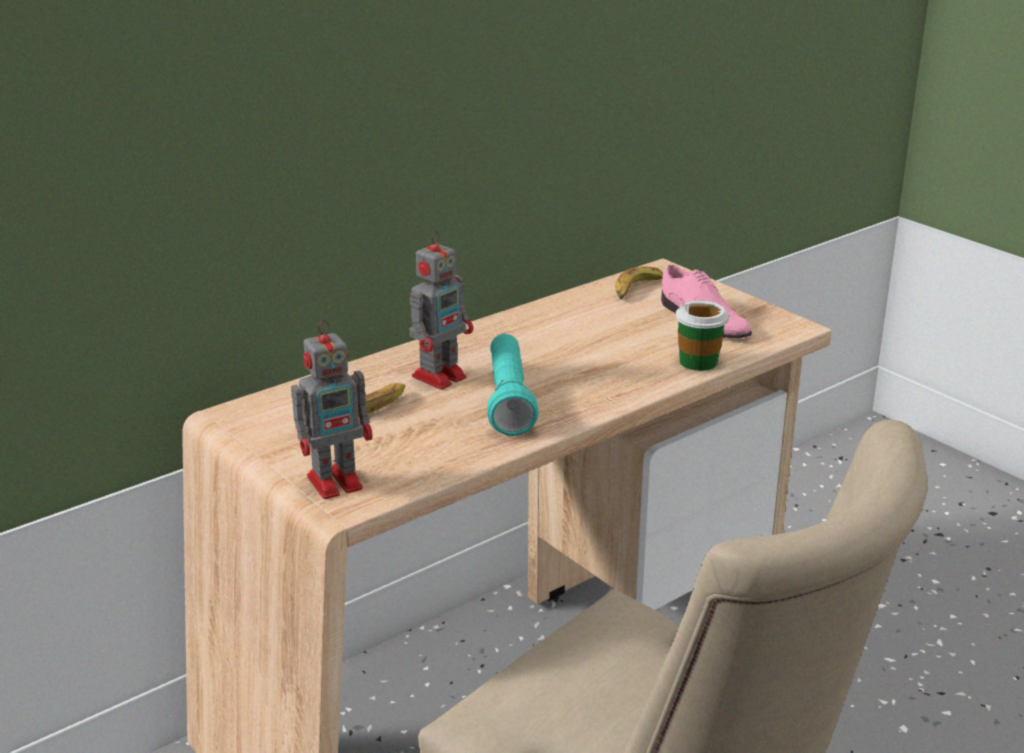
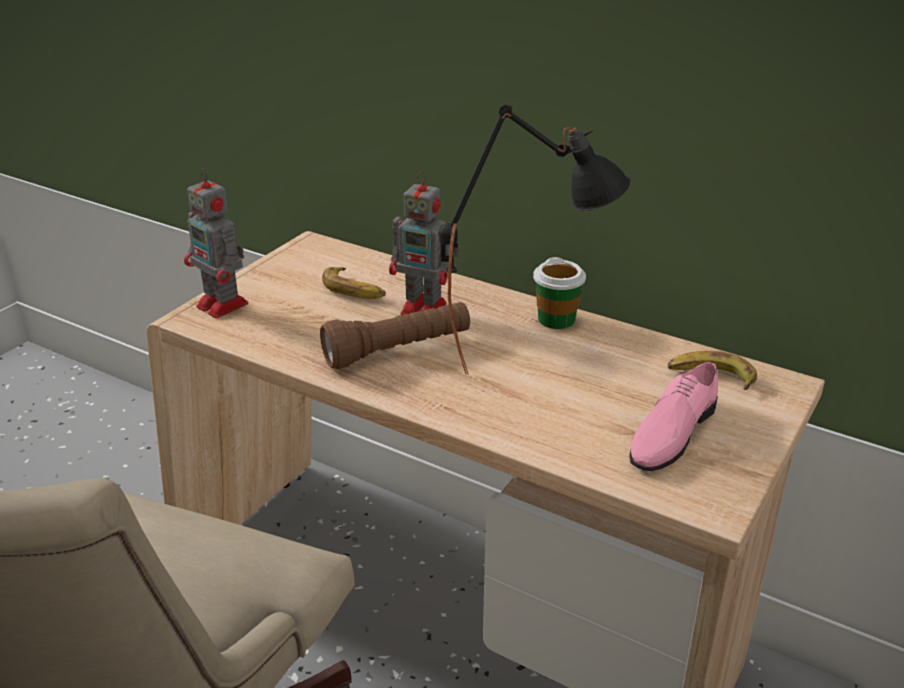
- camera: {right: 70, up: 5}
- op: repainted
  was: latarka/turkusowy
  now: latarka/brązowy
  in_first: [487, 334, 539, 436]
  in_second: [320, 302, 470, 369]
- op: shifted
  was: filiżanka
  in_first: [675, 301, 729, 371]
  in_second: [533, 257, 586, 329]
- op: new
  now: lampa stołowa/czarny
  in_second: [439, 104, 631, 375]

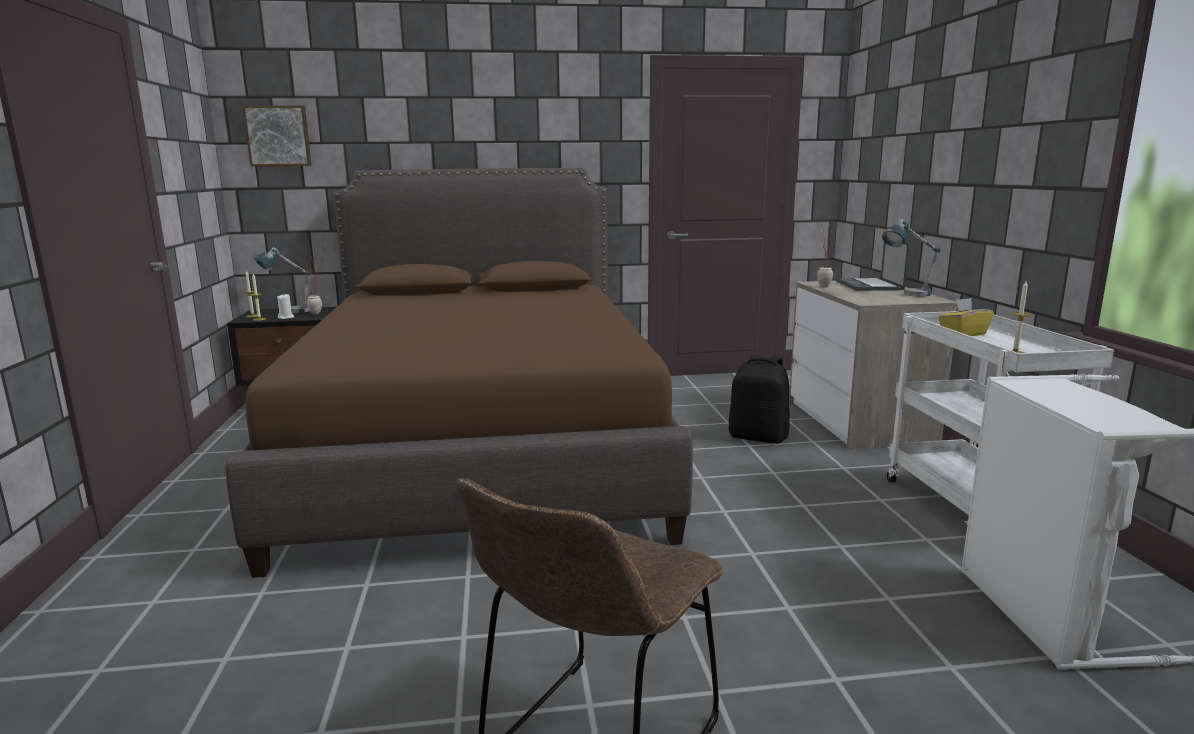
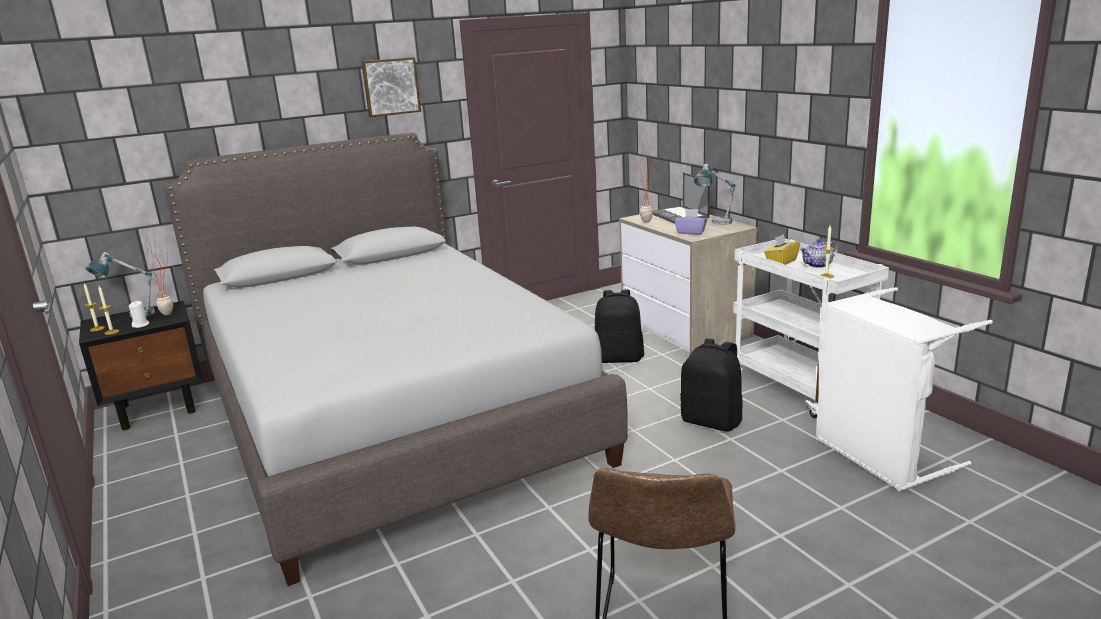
- camera: {right: -20, up: 5}
- op: repainted
  was: łóżko/brązowy
  now: łóżko/szary
  in_first: [225, 168, 693, 578]
  in_second: [164, 133, 628, 586]
- op: shifted
  was: obraz
  in_first: [242, 106, 311, 166]
  in_second: [361, 57, 421, 117]
- op: new
  now: pudełko chusteczek/fioletowy
  in_second: [674, 209, 707, 235]
- op: new
  now: plecak/czarny
  in_second: [680, 338, 743, 431]
- op: new
  now: imbryk
  in_second: [800, 239, 838, 268]

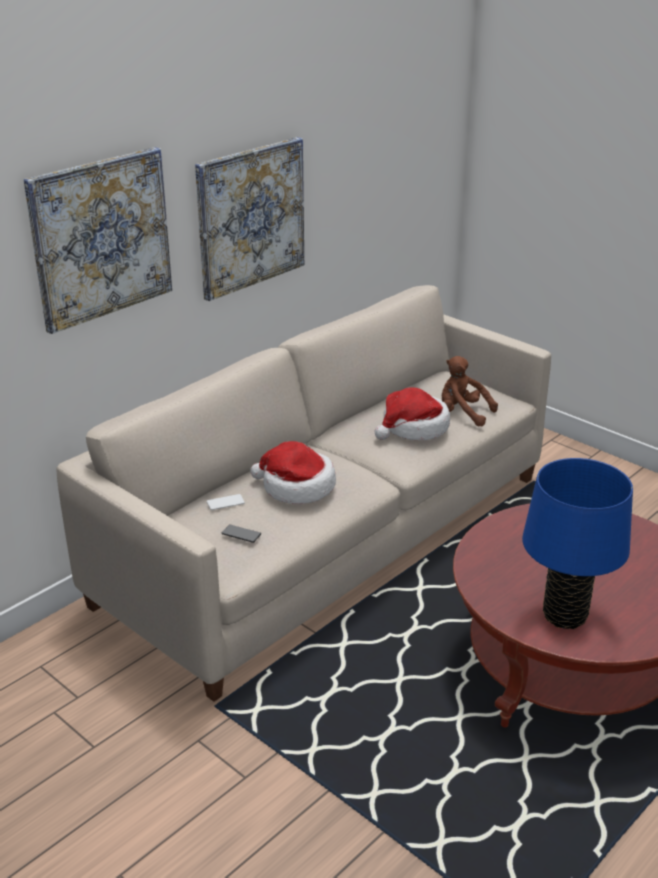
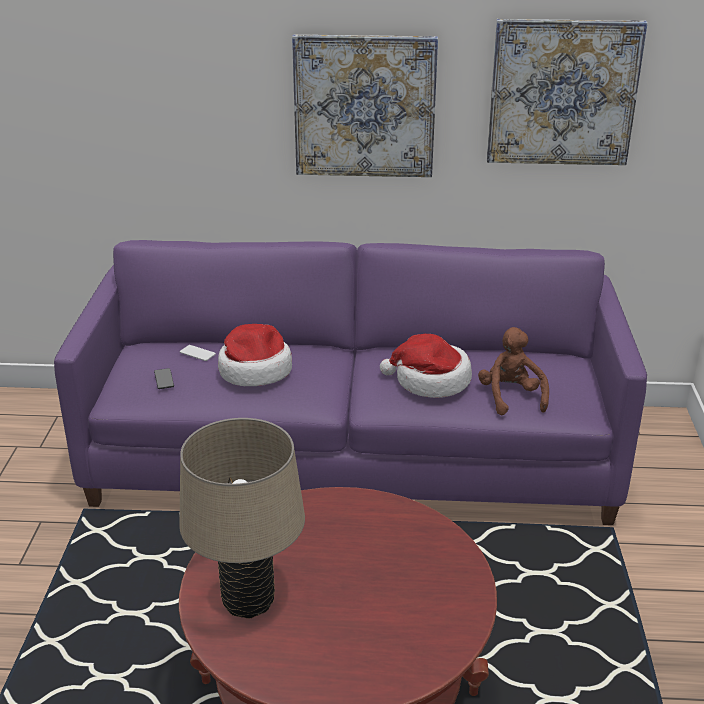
- camera: {right: 50, up: 0}
- op: shifted
  was: obraz
  in_first: [24, 147, 172, 334]
  in_second: [487, 19, 647, 165]
- op: repainted
  was: kanapa/beżowy
  now: kanapa/fioletowy
  in_first: [56, 285, 551, 702]
  in_second: [54, 240, 647, 525]
- op: repainted
  was: lampa stołowa/niebieski
  now: lampa stołowa/beżowy
  in_first: [522, 458, 633, 629]
  in_second: [179, 418, 305, 619]

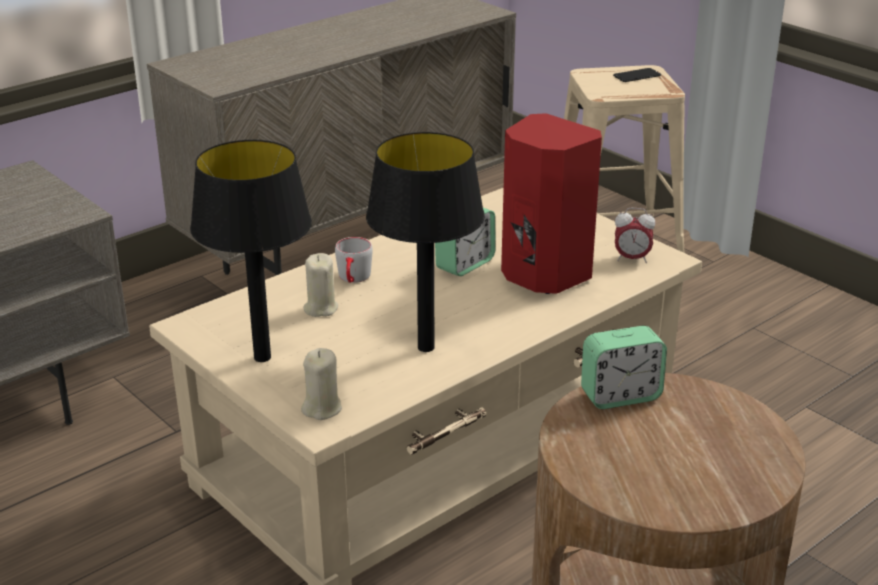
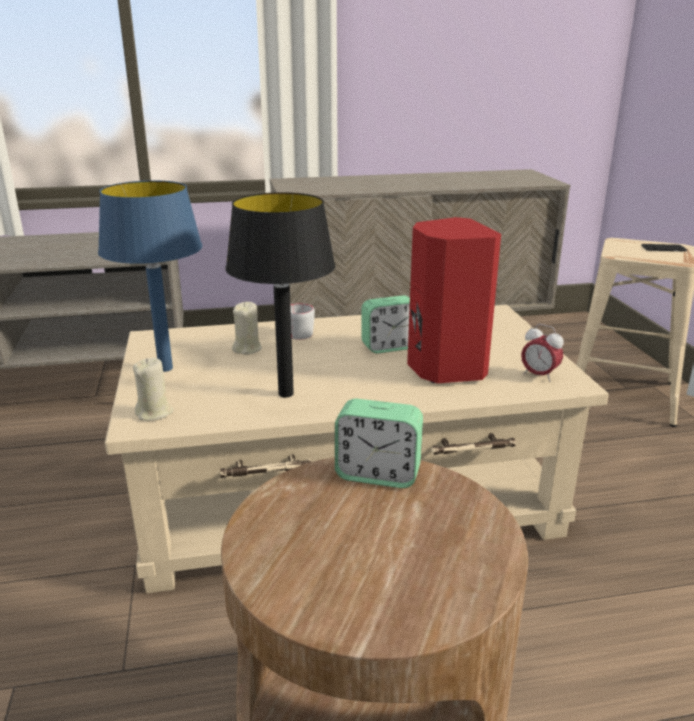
- camera: {right: 30, up: -5}
- op: repainted
  was: lampa stołowa/czarny
  now: lampa stołowa/niebieski
  in_first: [190, 140, 312, 362]
  in_second: [98, 180, 203, 372]

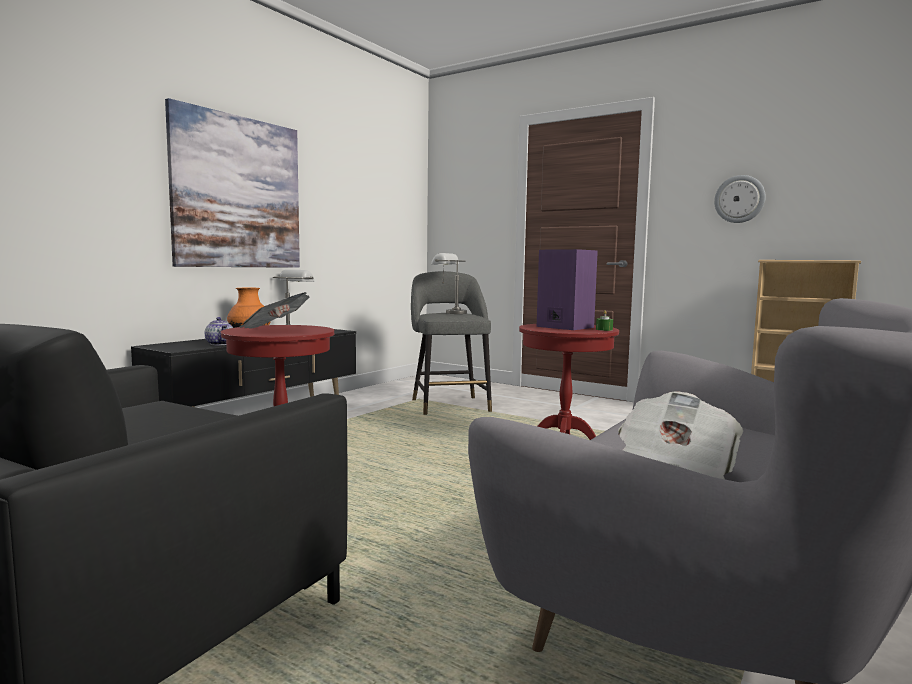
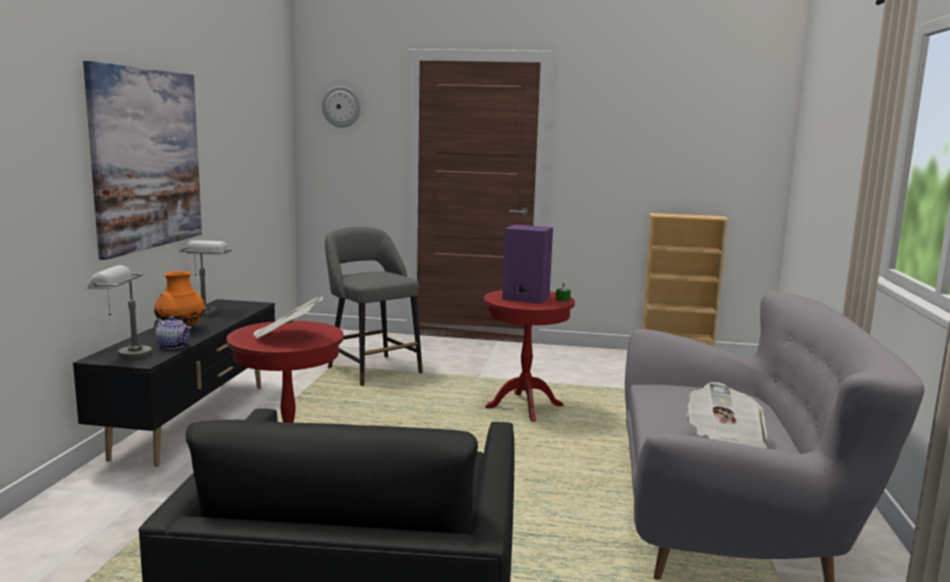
- camera: {right: -25, up: 5}
- op: shifted
  was: lampa stołowa/szary
  in_first: [431, 253, 467, 314]
  in_second: [87, 265, 152, 359]
- op: shifted
  was: zegar ścienny
  in_first: [714, 175, 766, 223]
  in_second: [322, 86, 361, 128]

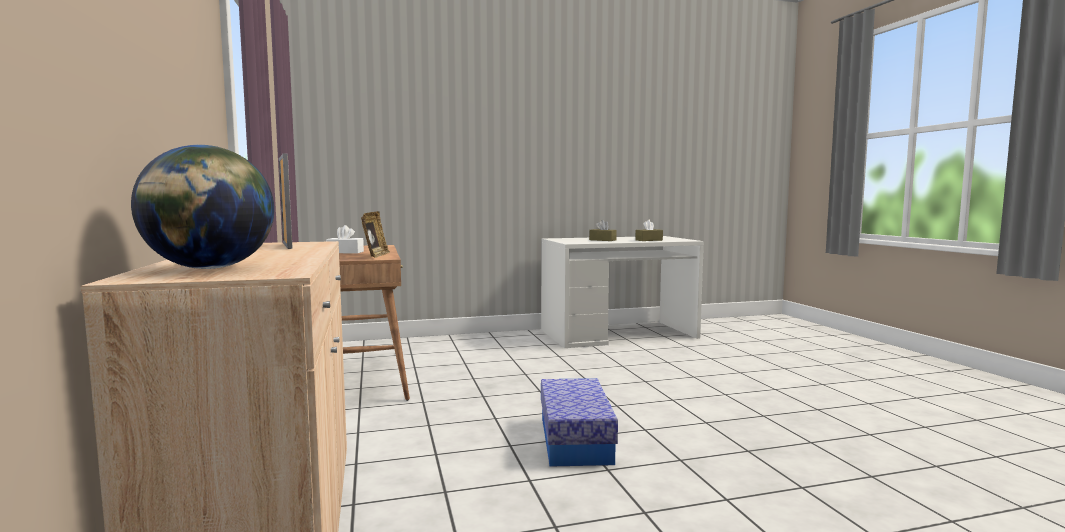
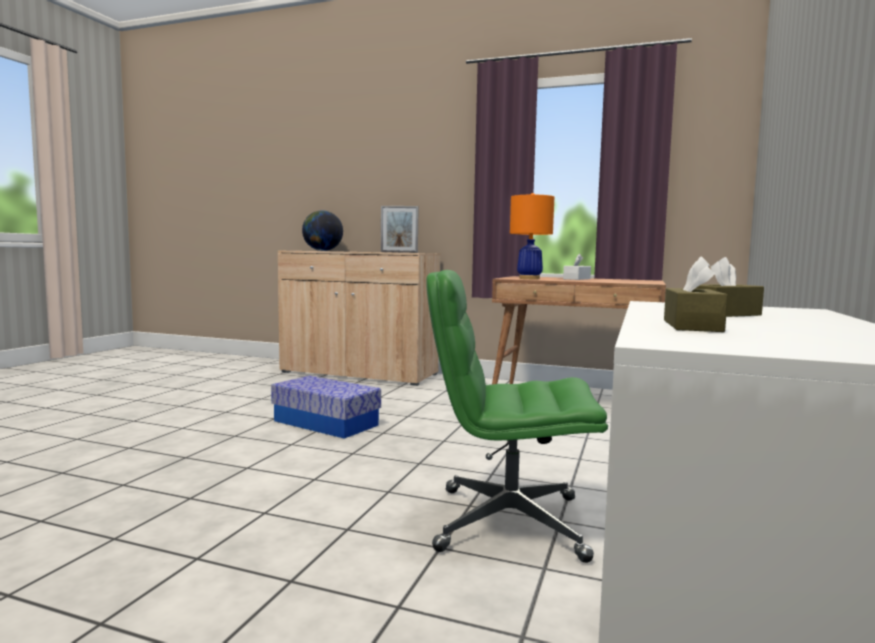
- camera: {right: 125, up: 0}
- op: swapped
  was: ramka na zdjęcie
  now: lampa stołowa/pomarańczowy
  in_first: [361, 211, 390, 258]
  in_second: [510, 193, 554, 279]
- op: new
  now: krzesło biurowe/zielony
  in_second: [426, 270, 608, 563]

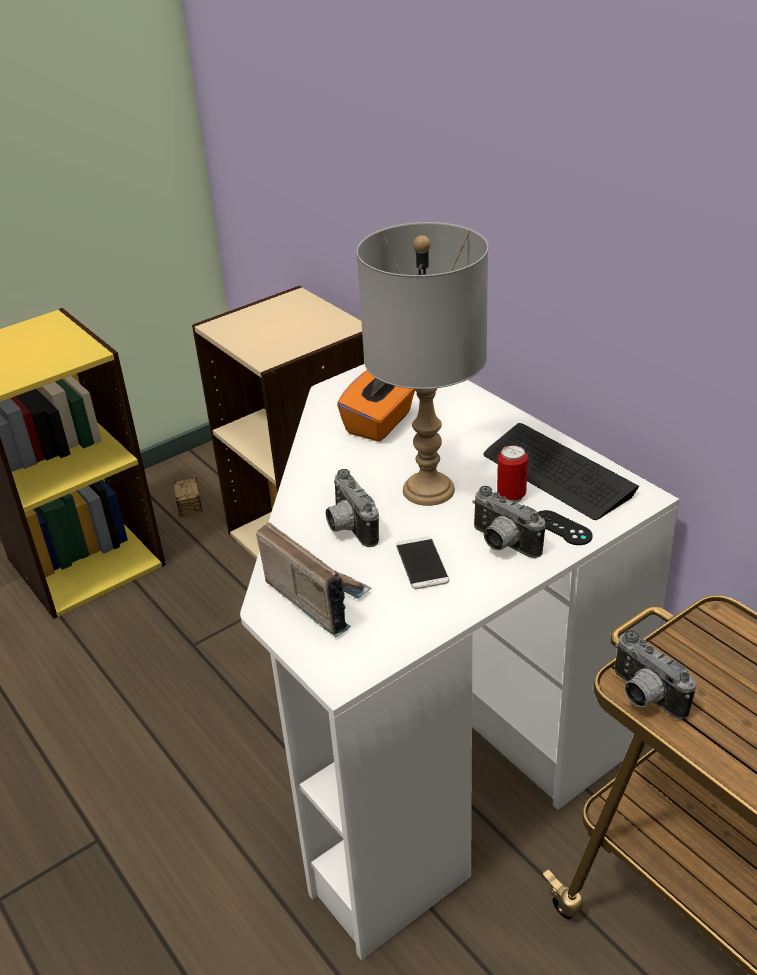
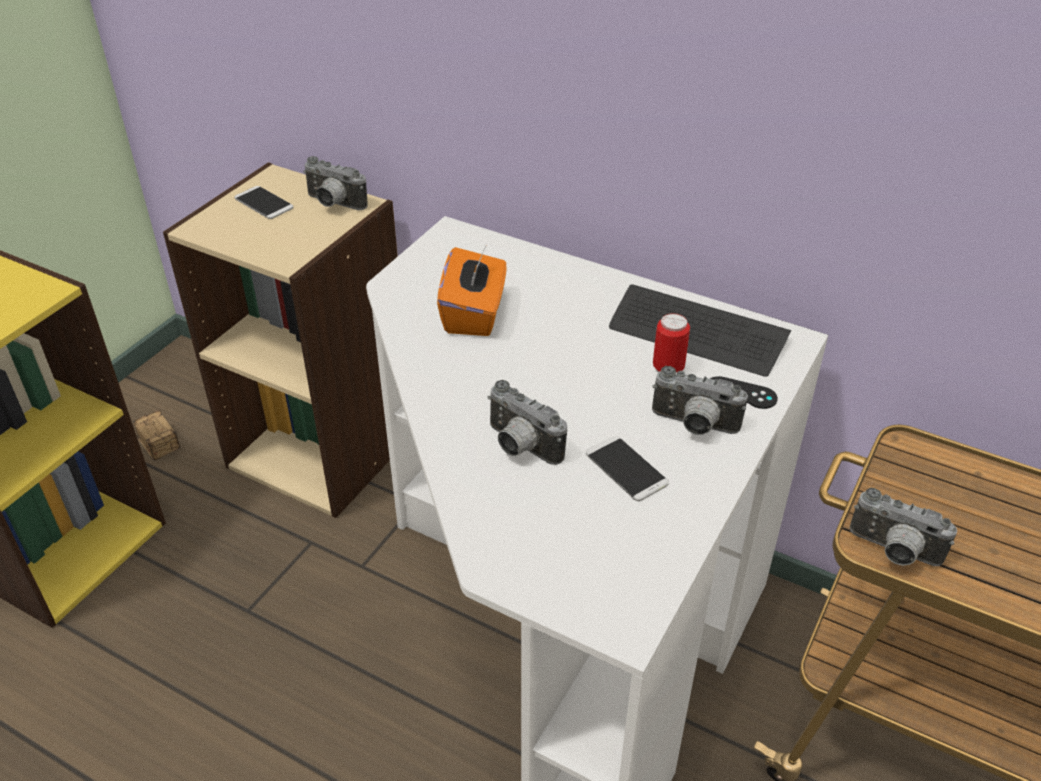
- camera: {right: -25, up: 5}
- op: gone
  was: radio
  in_first: [256, 522, 371, 638]
- op: gone
  was: lampa stołowa/szary
  in_first: [357, 222, 488, 506]
- op: new
  now: telefon
  in_second: [234, 186, 294, 219]
- op: new
  now: aparat fotograficzny
  in_second: [303, 156, 368, 210]

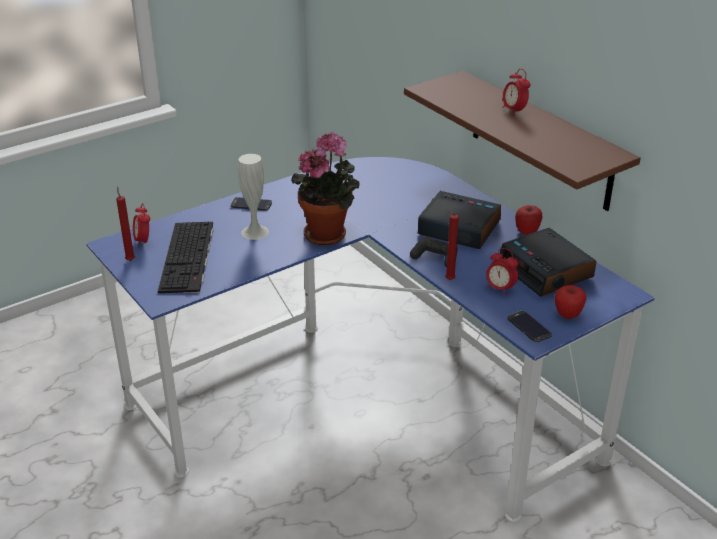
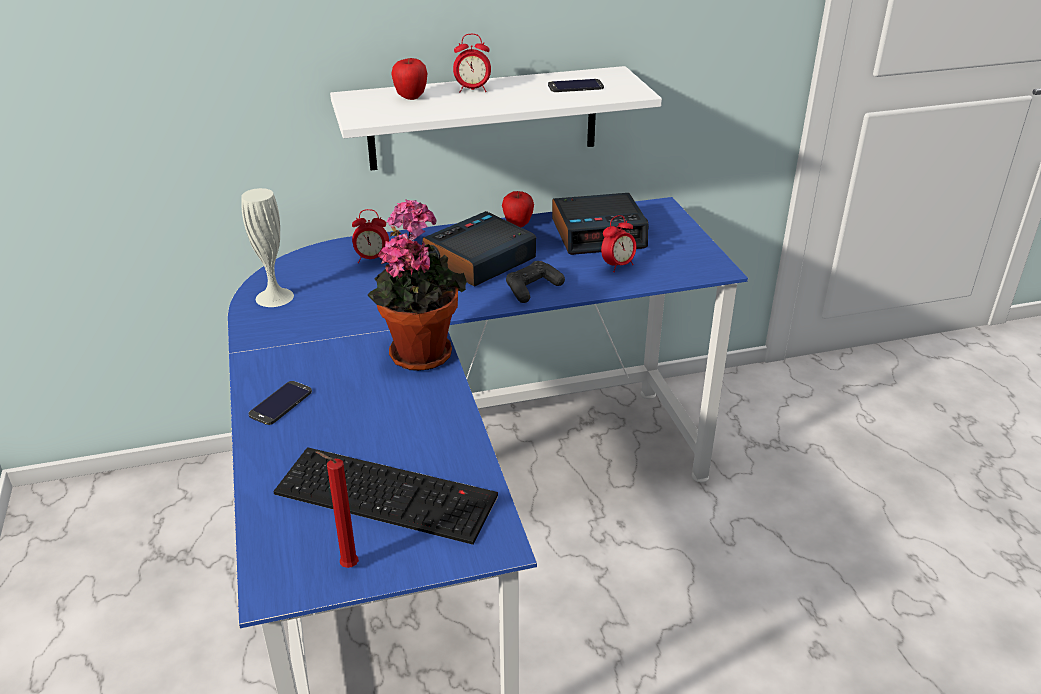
- camera: {right: -70, up: 0}
- op: shifted
  was: budzik
  in_first: [133, 203, 150, 248]
  in_second: [352, 209, 389, 263]
- op: shifted
  was: wazon/biały
  in_first: [238, 154, 269, 240]
  in_second: [241, 188, 294, 307]
- op: repainted
  was: półka/brązowy
  now: półka/biały
  in_first: [404, 71, 641, 211]
  in_second: [330, 66, 662, 170]
- op: gone
  was: świeca/czerwony
  in_first: [445, 210, 459, 280]
- op: shifted
  was: telefon
  in_first: [507, 311, 552, 342]
  in_second: [548, 79, 604, 92]
- op: shifted
  was: jabłko
  in_first: [554, 285, 586, 319]
  in_second: [392, 58, 427, 100]

